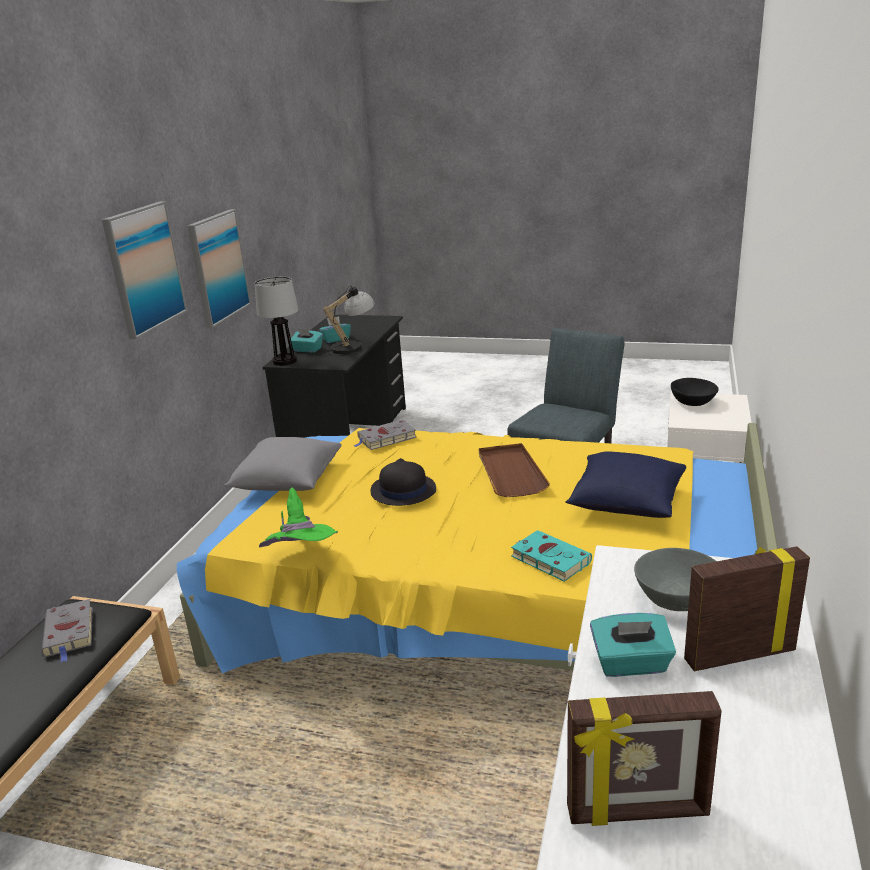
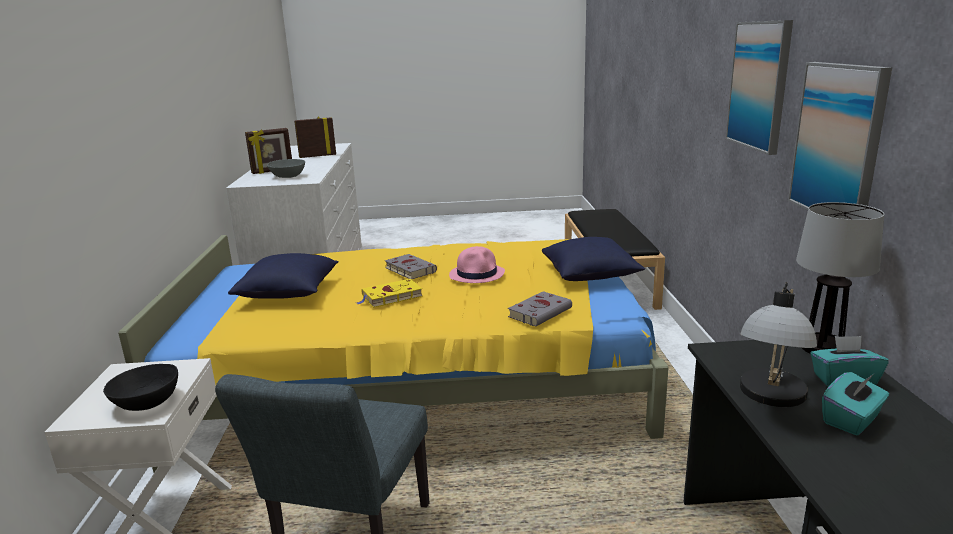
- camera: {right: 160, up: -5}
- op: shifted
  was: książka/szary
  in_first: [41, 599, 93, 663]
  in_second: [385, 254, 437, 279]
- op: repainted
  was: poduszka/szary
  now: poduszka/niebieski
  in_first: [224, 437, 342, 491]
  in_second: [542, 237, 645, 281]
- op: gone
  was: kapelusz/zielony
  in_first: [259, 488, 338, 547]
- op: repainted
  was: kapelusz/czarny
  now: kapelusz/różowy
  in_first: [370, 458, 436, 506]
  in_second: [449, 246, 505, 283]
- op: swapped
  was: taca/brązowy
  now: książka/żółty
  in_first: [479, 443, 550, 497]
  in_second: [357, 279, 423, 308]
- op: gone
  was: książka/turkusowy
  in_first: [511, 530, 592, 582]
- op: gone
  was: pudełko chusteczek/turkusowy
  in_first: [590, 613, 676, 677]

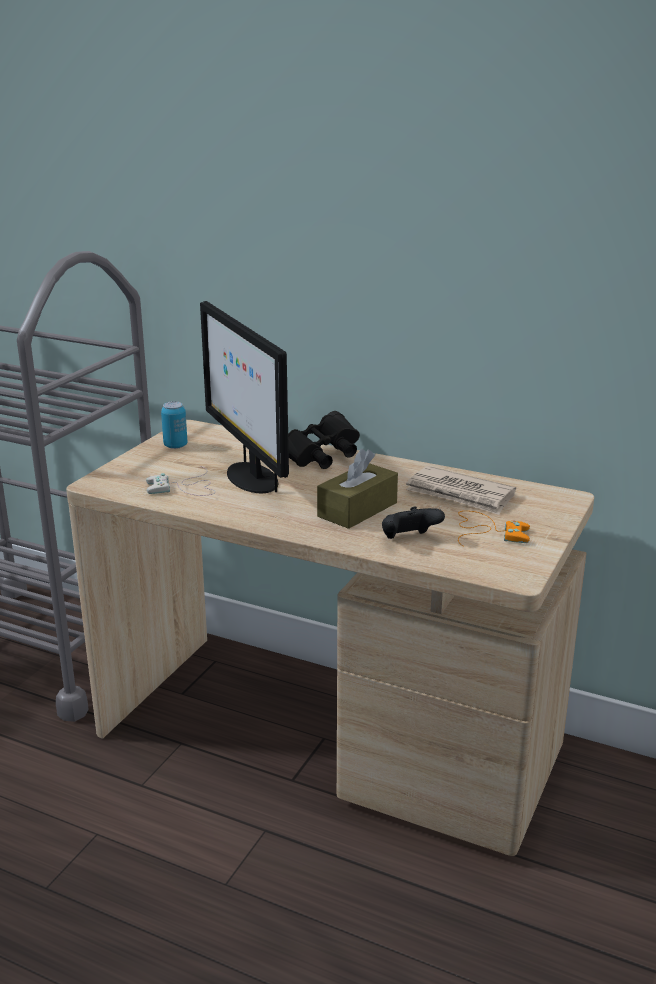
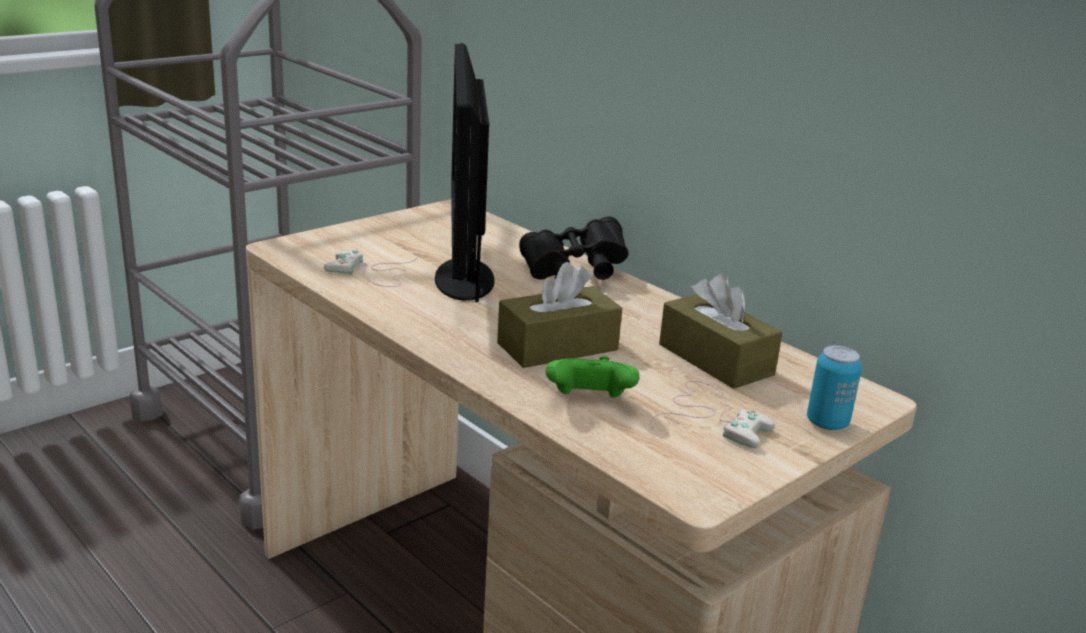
- camera: {right: 20, up: 0}
- op: shifted
  was: puszka
  in_first: [161, 401, 187, 449]
  in_second: [807, 345, 862, 430]
- op: repainted
  was: pad do gier/czarny
  now: pad do gier/zielony
  in_first: [382, 506, 445, 539]
  in_second: [546, 356, 640, 398]
- op: swapped
  was: gazeta
  now: pudełko chusteczek/brązowy
  in_first: [406, 466, 516, 515]
  in_second: [659, 274, 782, 389]
- op: repainted
  was: pad do gier/pomarańczowy
  now: pad do gier/biały
  in_first: [458, 511, 530, 547]
  in_second: [650, 381, 775, 448]

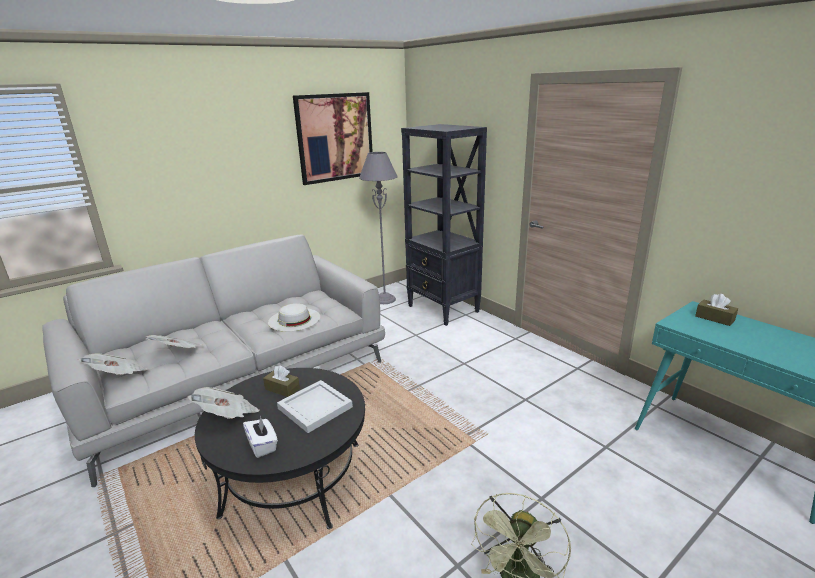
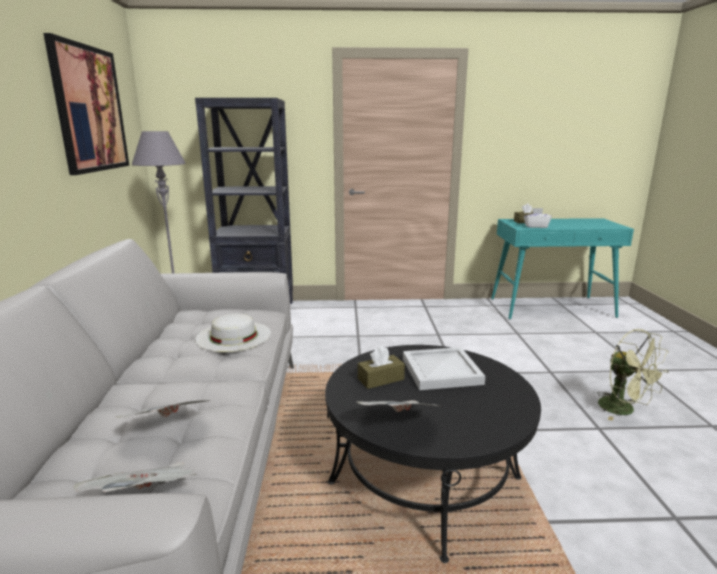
- camera: {right: -55, up: -5}
- op: shifted
  was: pudełko chusteczek/biały
  in_first: [243, 416, 278, 458]
  in_second: [524, 208, 552, 228]

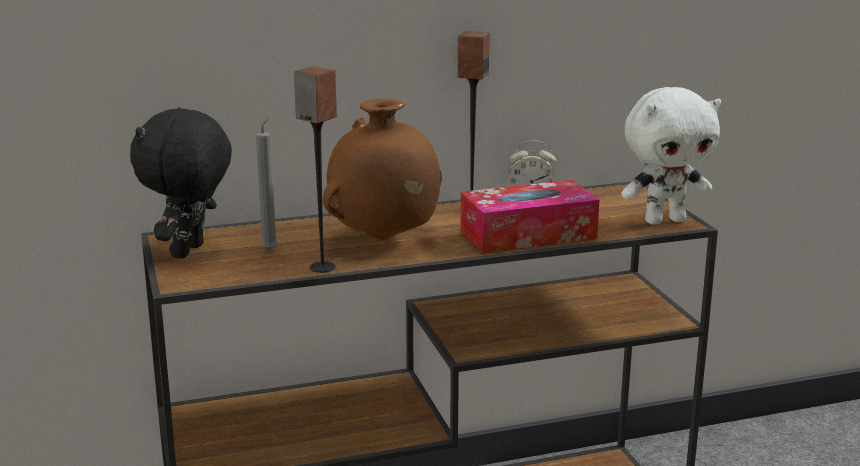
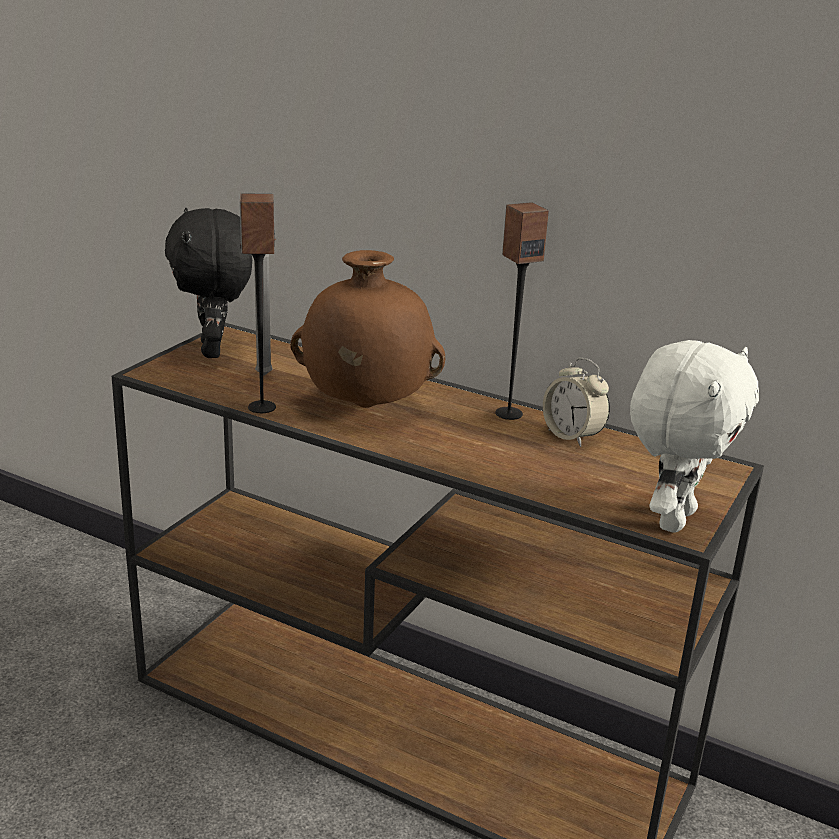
- camera: {right: 45, up: 5}
- op: rotated
  was: pluszak/czarny
  in_first: [130, 107, 232, 259]
  in_second: [165, 208, 252, 358]
  clockwise: -75
- op: gone
  was: pudełko chusteczek
  in_first: [460, 180, 600, 254]
- op: rotated
  was: pluszak/biały
  in_first: [621, 87, 721, 225]
  in_second: [630, 340, 759, 533]
  clockwise: -90

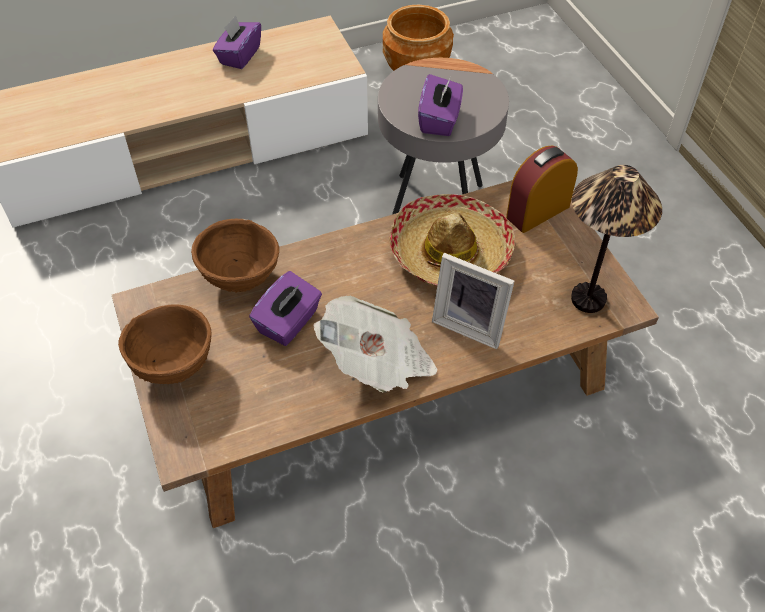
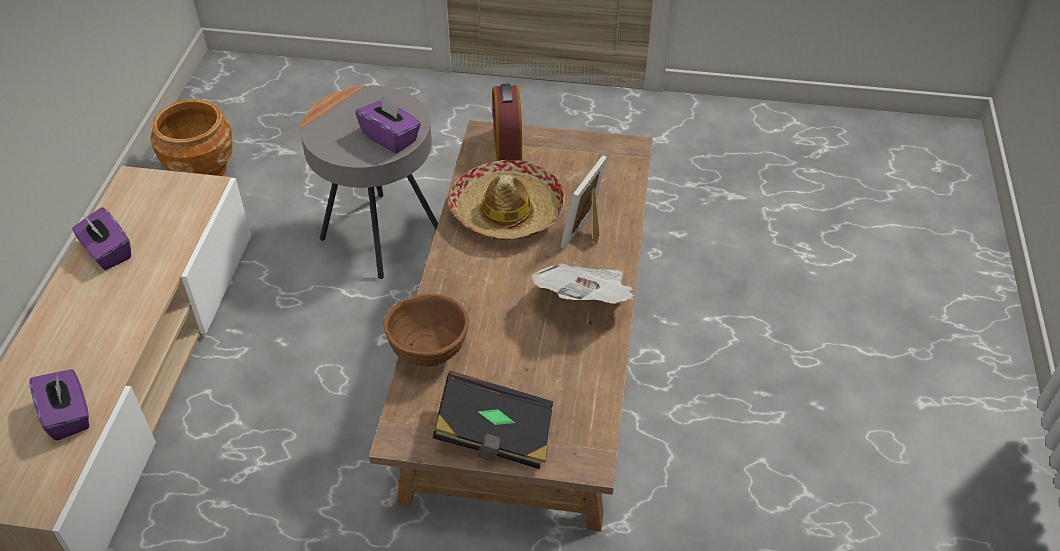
- camera: {right: -60, up: -5}
- op: swapped
  was: miska/brązowy
  now: książka/czarny
  in_first: [118, 304, 211, 384]
  in_second: [433, 371, 553, 469]
- op: shifted
  was: pudełko chusteczek/fioletowy
  in_first: [249, 271, 322, 346]
  in_second: [29, 369, 90, 440]
- op: rotated
  was: ramka na zdjęcie
  in_first: [432, 253, 515, 349]
  in_second: [561, 155, 607, 250]
  clockwise: 150
- op: gone
  was: lampa stołowa
  in_first: [571, 165, 662, 313]

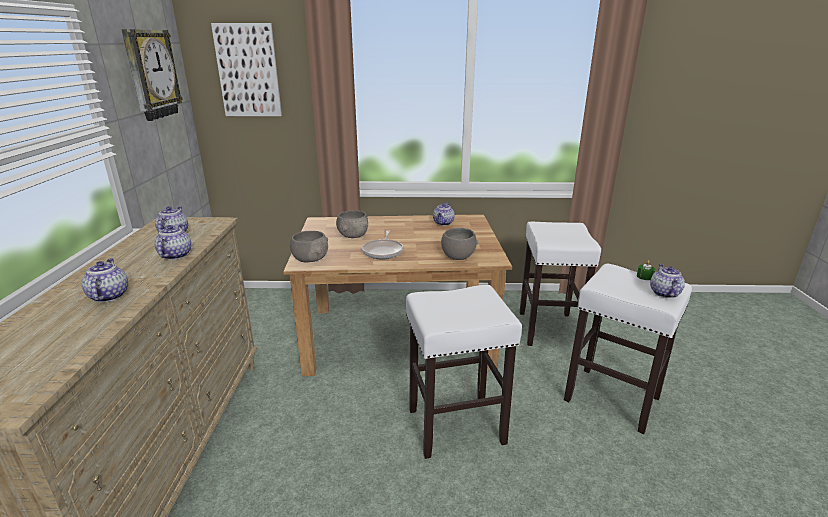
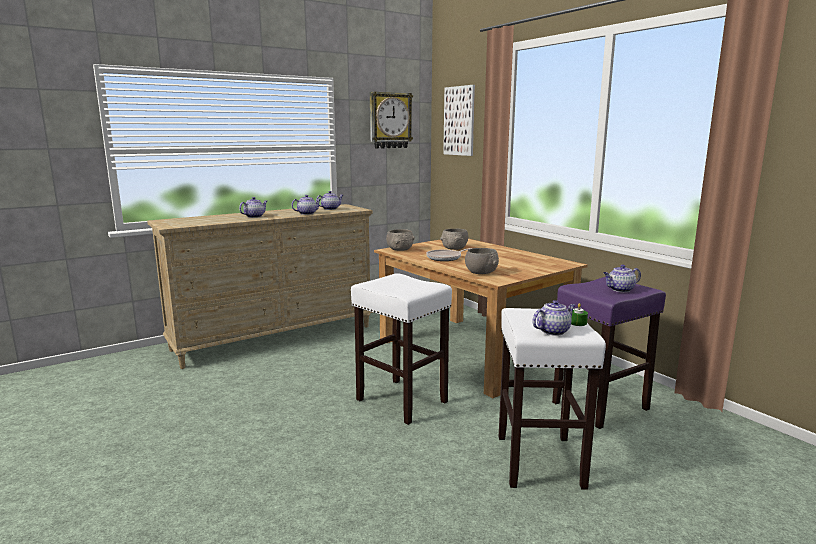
- camera: {right: 55, up: -10}
- op: shifted
  was: imbryk
  in_first: [433, 203, 455, 226]
  in_second: [604, 265, 641, 292]
- op: repainted
  was: stołek/biały
  now: stołek/fioletowy
  in_first: [520, 222, 601, 346]
  in_second: [552, 277, 666, 429]

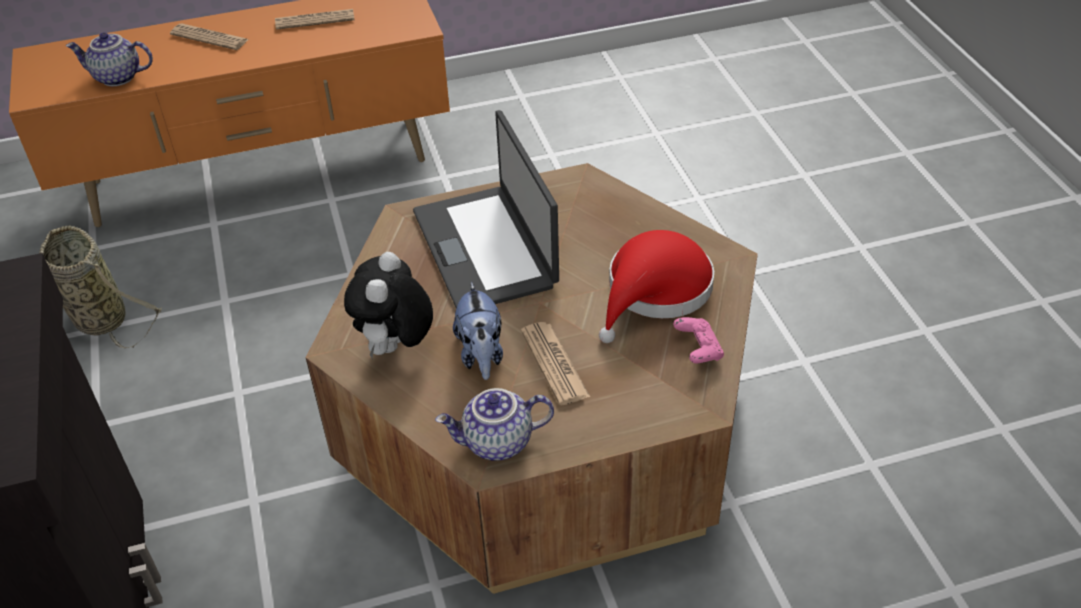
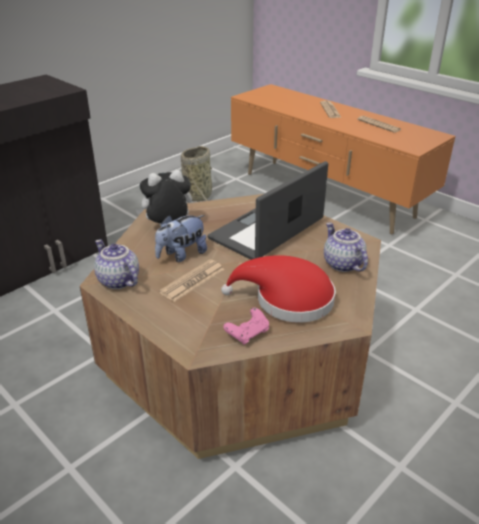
- camera: {right: 60, up: -10}
- op: shifted
  was: imbryk
  in_first: [66, 32, 153, 86]
  in_second: [324, 223, 368, 272]

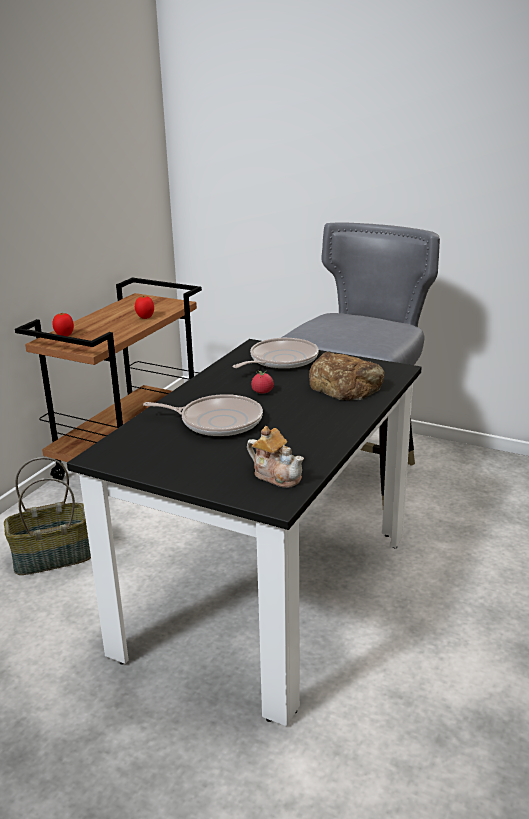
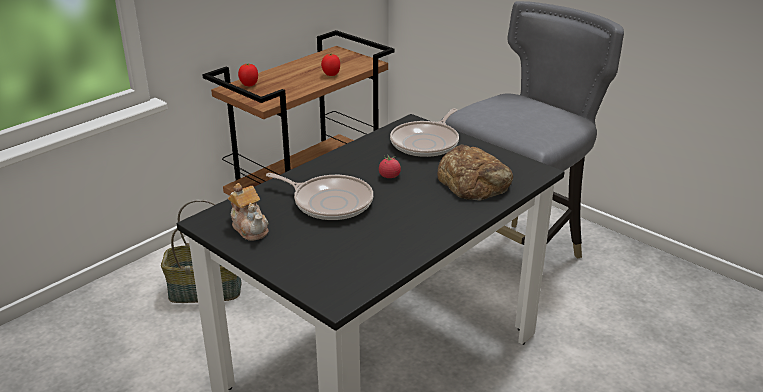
- camera: {right: 15, up: 5}
- op: rotated
  was: patelnia
  in_first: [232, 338, 319, 369]
  in_second: [390, 108, 459, 157]
  clockwise: 150
- op: shifted
  was: imbryk
  in_first: [247, 426, 304, 488]
  in_second: [228, 183, 269, 241]

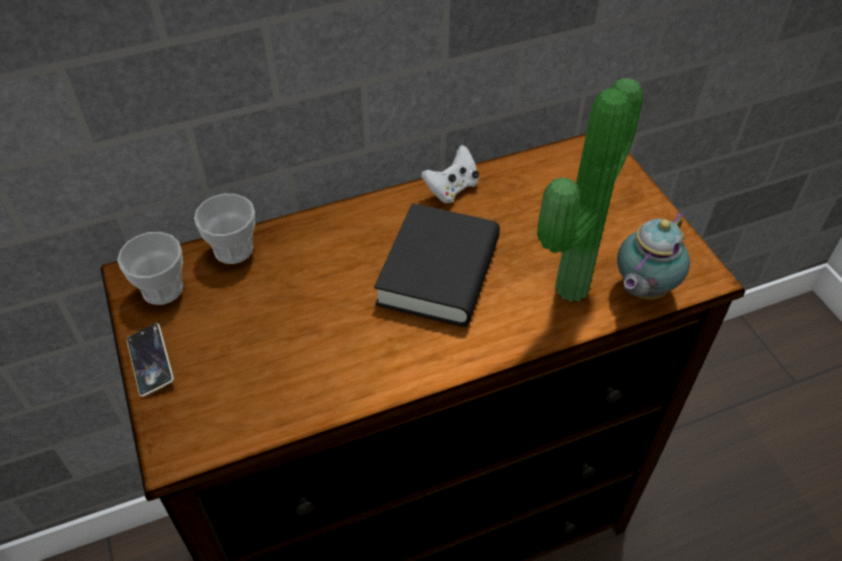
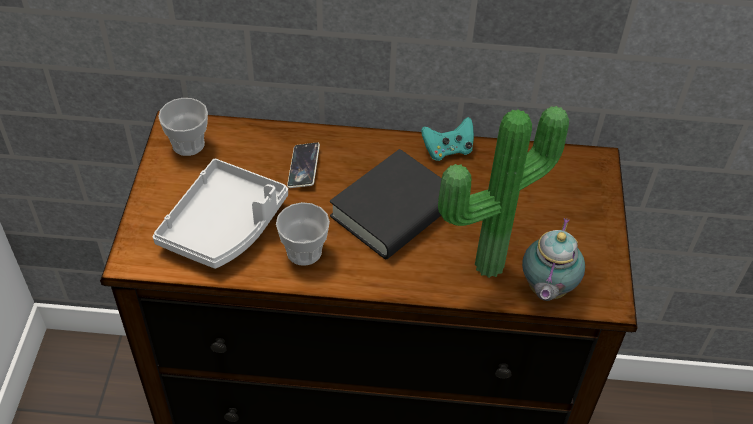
- camera: {right: 25, up: 0}
- op: shifted
  was: telefon
  in_first: [127, 323, 174, 397]
  in_second: [287, 142, 320, 188]
- op: shifted
  was: filiżanka
  in_first: [194, 194, 255, 264]
  in_second: [276, 202, 330, 266]
- op: repainted
  was: pad do gier/biały
  now: pad do gier/turkusowy
  in_first: [421, 145, 479, 203]
  in_second: [421, 117, 474, 161]
- op: rotated
  was: imbryk
  in_first: [617, 212, 690, 300]
  in_second: [522, 218, 585, 301]
  clockwise: -45
- op: new
  now: taca/szary
  in_second: [153, 159, 288, 269]

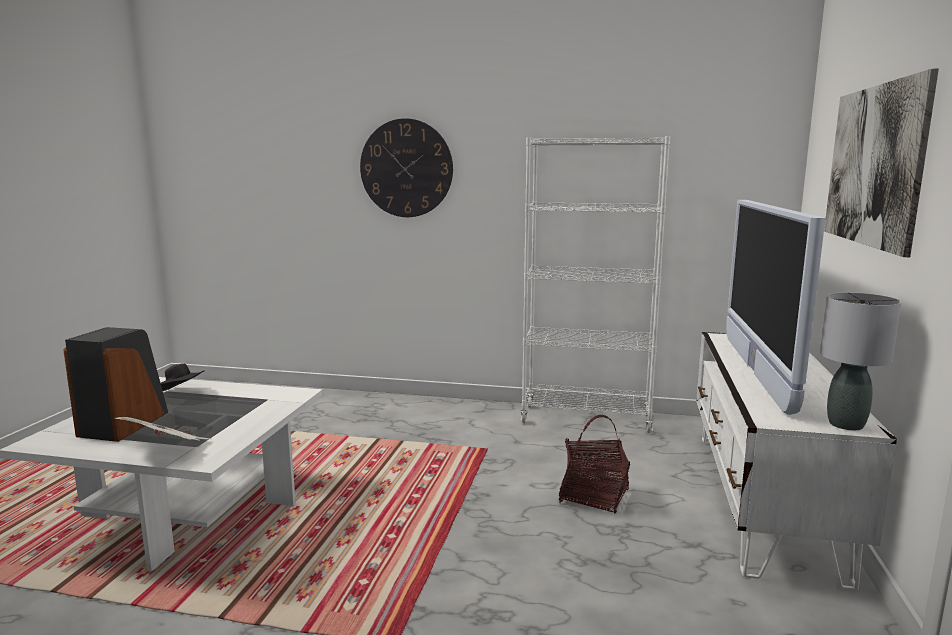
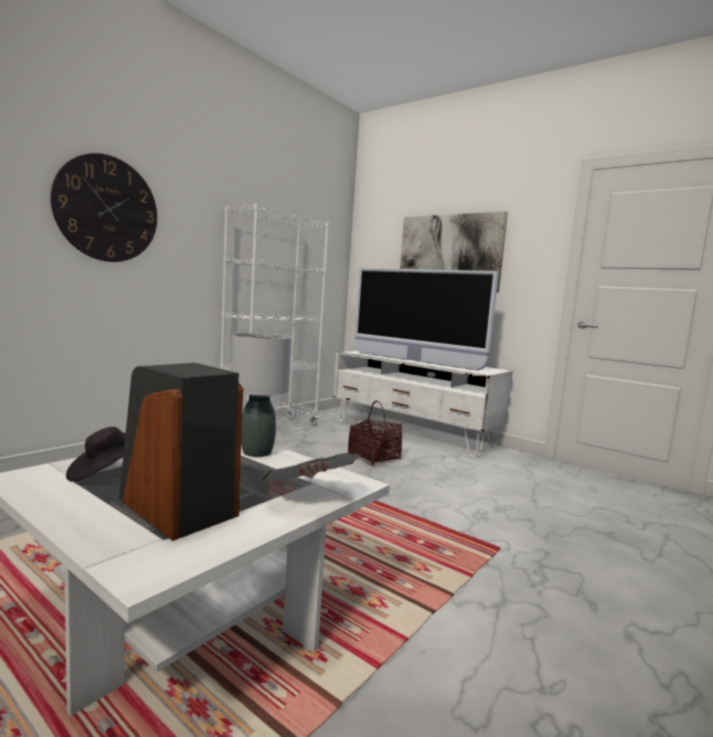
- camera: {right: -65, up: -5}
- op: shifted
  was: lampa stołowa/szary
  in_first: [820, 292, 901, 430]
  in_second: [231, 333, 291, 457]

